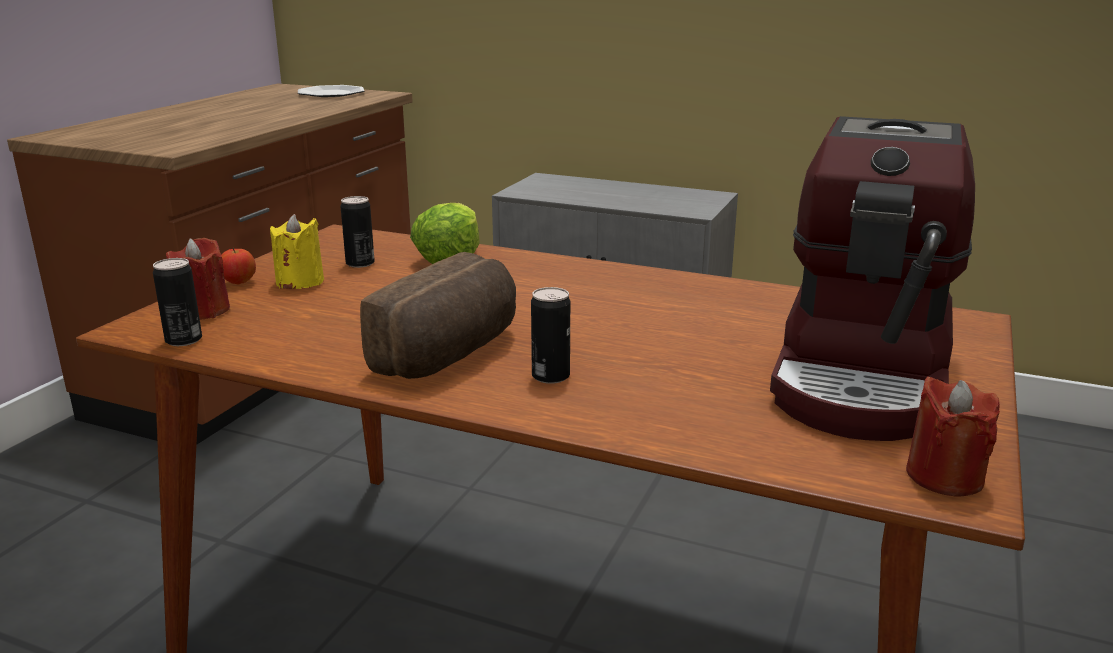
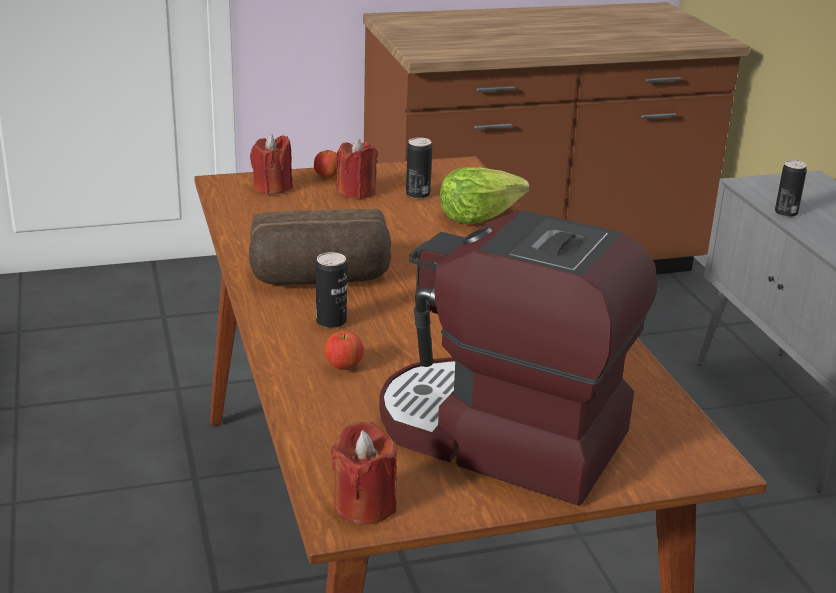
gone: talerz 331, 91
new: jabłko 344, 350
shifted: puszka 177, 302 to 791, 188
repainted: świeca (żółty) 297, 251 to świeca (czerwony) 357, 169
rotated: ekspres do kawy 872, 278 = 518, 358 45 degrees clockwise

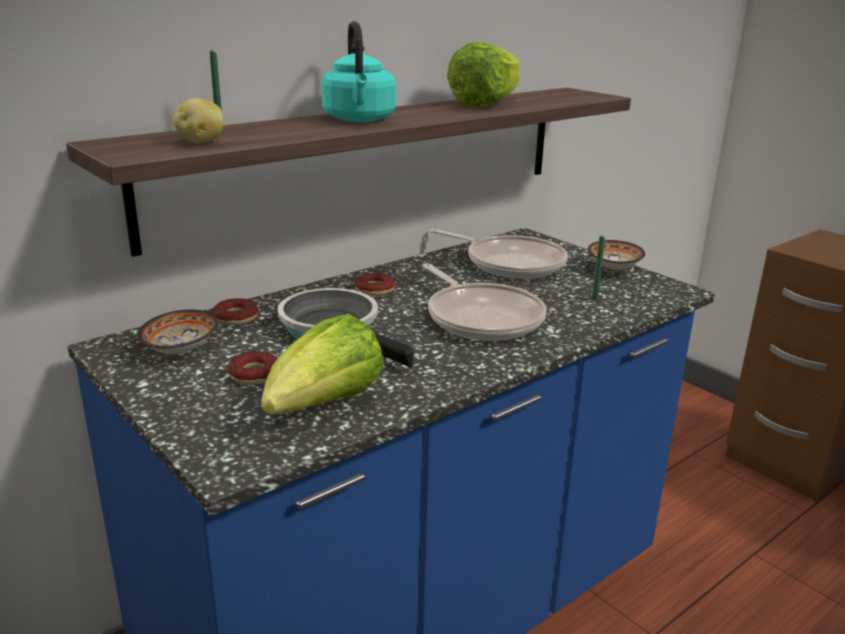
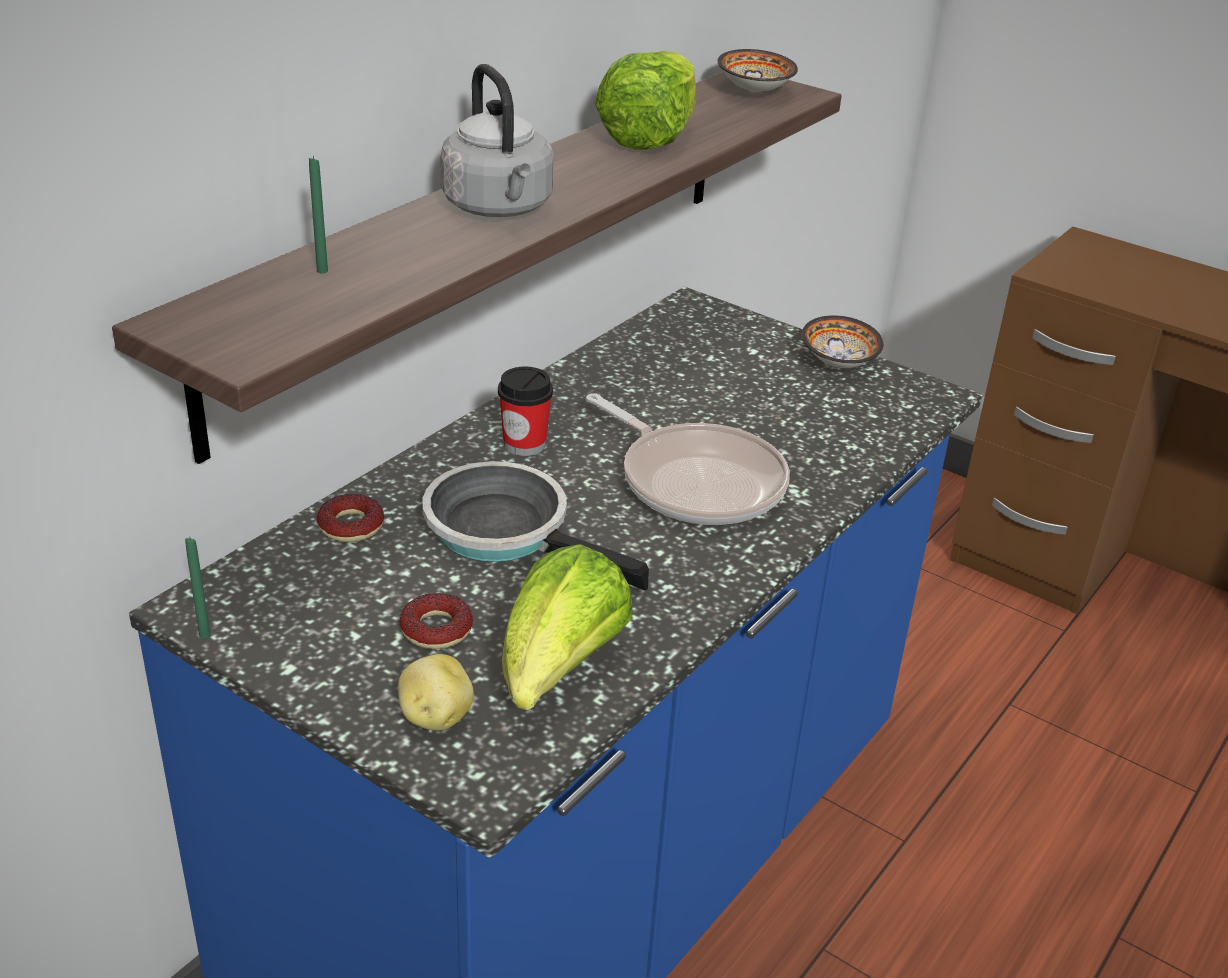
gone: patelnia 499, 253
shifted: miska 177, 331 to 757, 71; ziemniak 198, 120 to 436, 692; świeca (zielony) 598, 268 to 198, 588
swapped: donut 375, 284 to filiżanka 525, 411
repainted: czajnik (turkusowy) 358, 71 to czajnik (szary) 497, 140

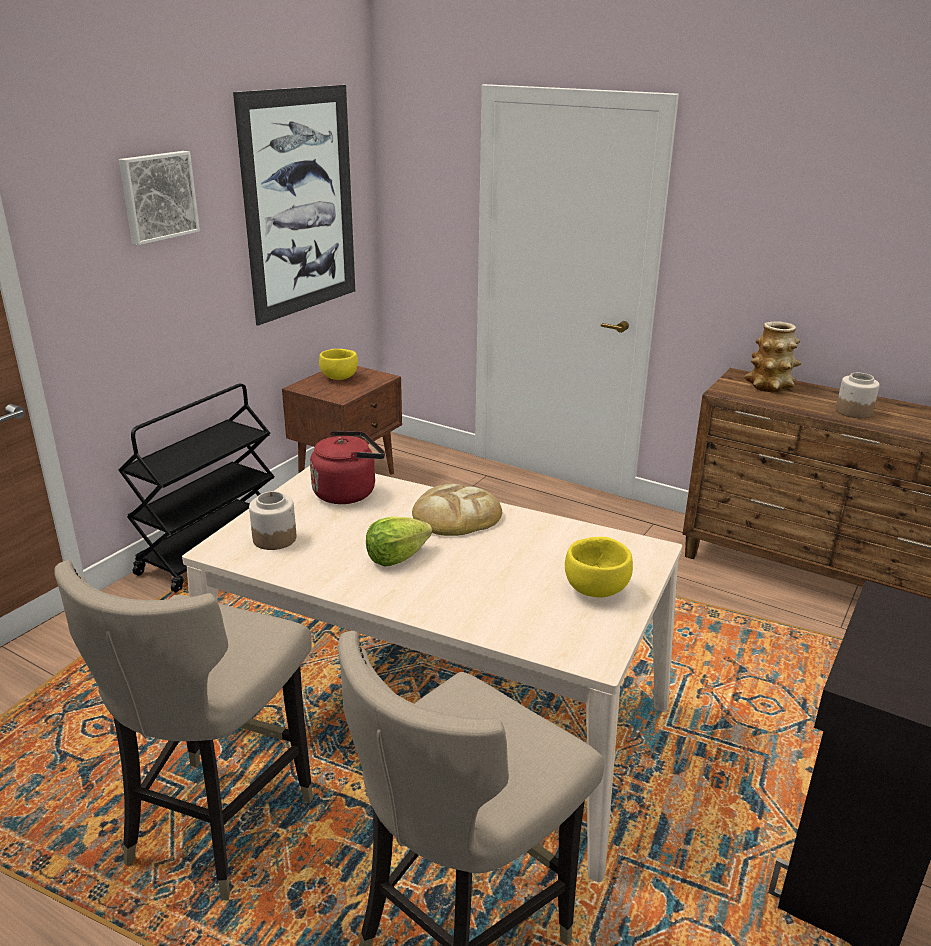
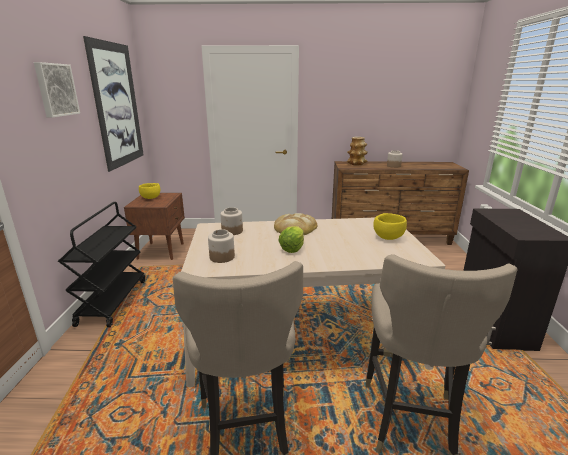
swapped: czajnik (czerwony) 347, 467 to słoik 231, 221

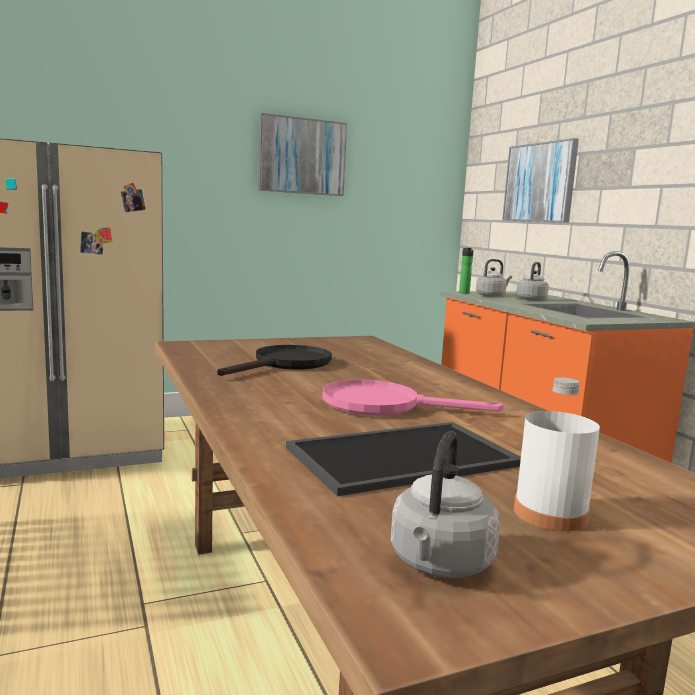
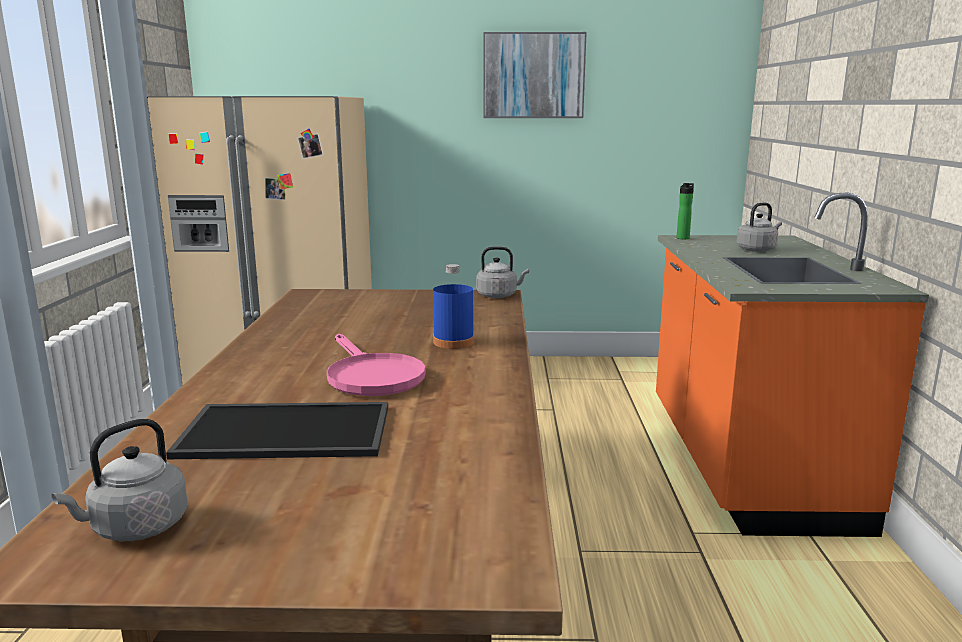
gone: patelnia (czarny) 274, 360; obraz 540, 180; butelka (biały) 557, 454
new: butelka (niebieski) 453, 306
shifted: czajnik (szary) 494, 278 to 502, 272
rotated: patelnia (różowy) 413, 397 = 376, 365 150 degrees counterclockwise

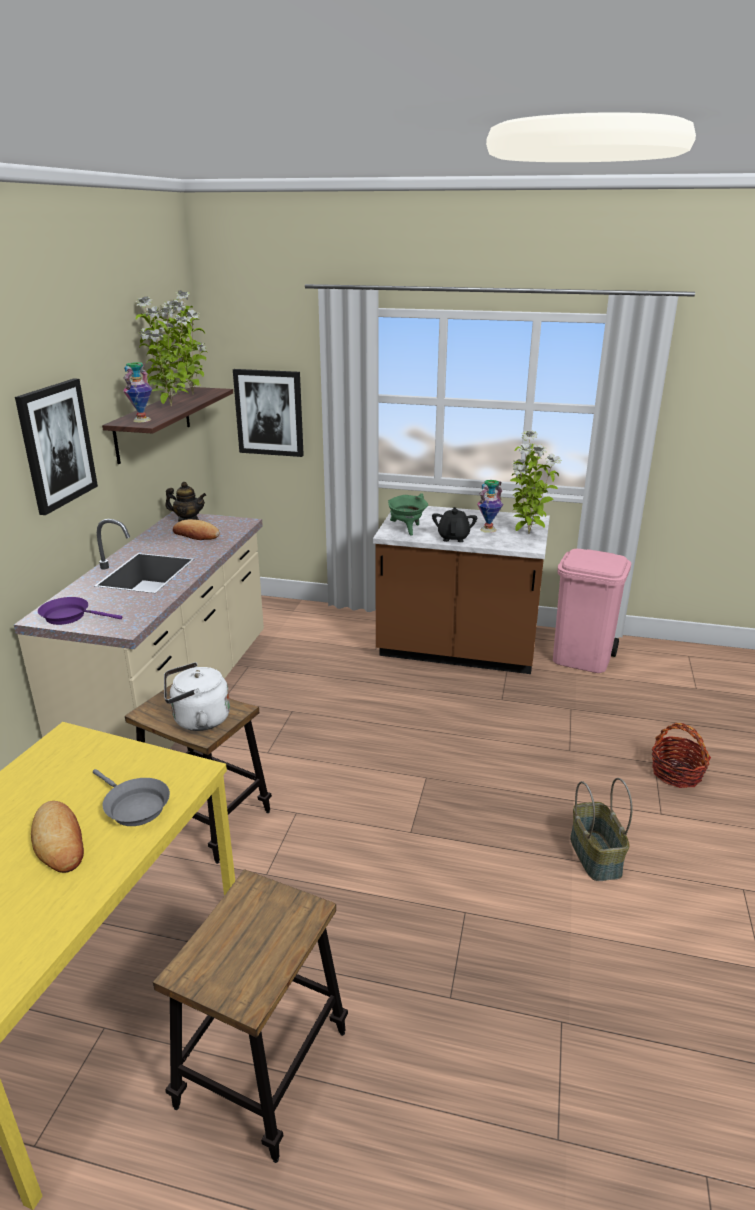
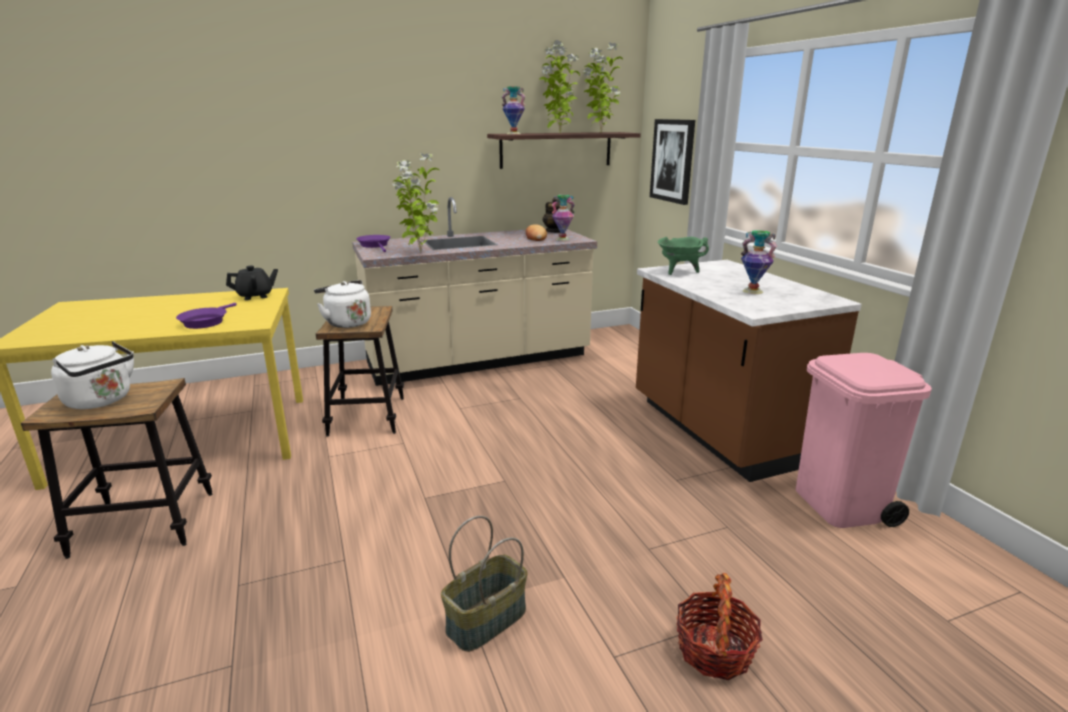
gone: obraz 56, 446; chleb 57, 837
new: czajnik (biały) 92, 375; wazon 563, 218
shifted: imbryk (czarny) 454, 524 to 252, 283; roślina doniczkowa 536, 481 to 415, 202
repainted: patelnia (szary) 131, 797 to patelnia (fioletowy) 206, 316

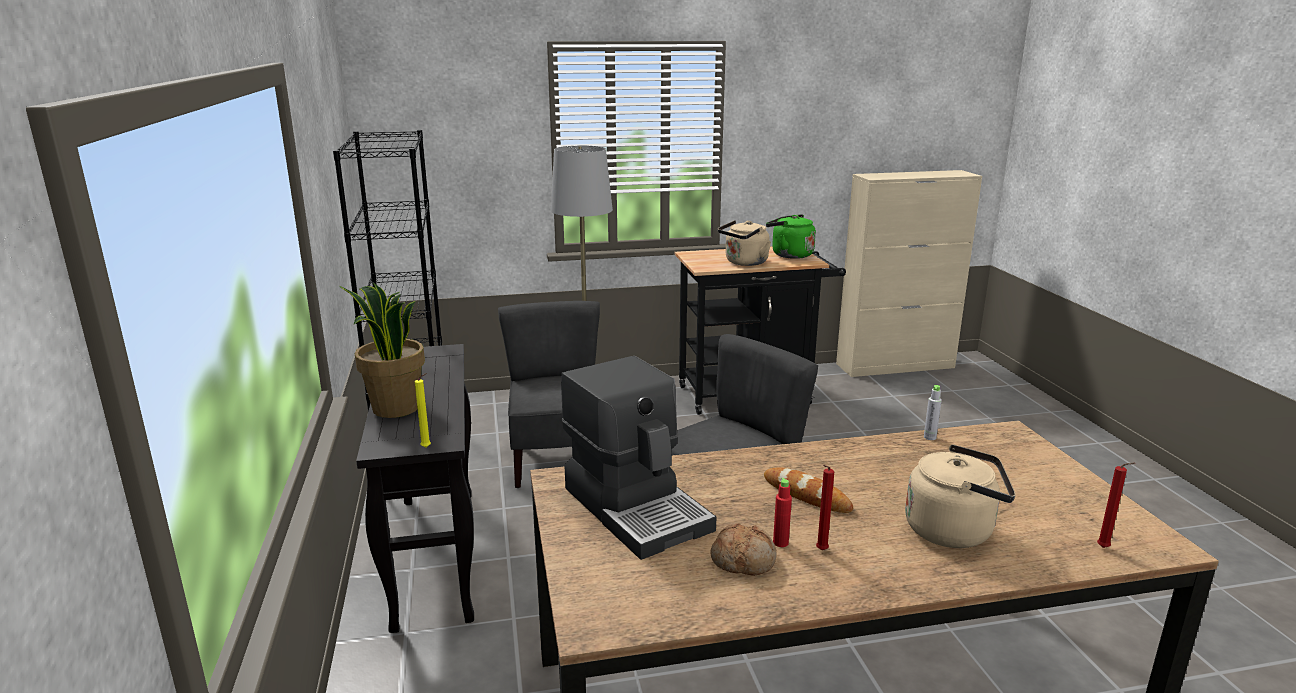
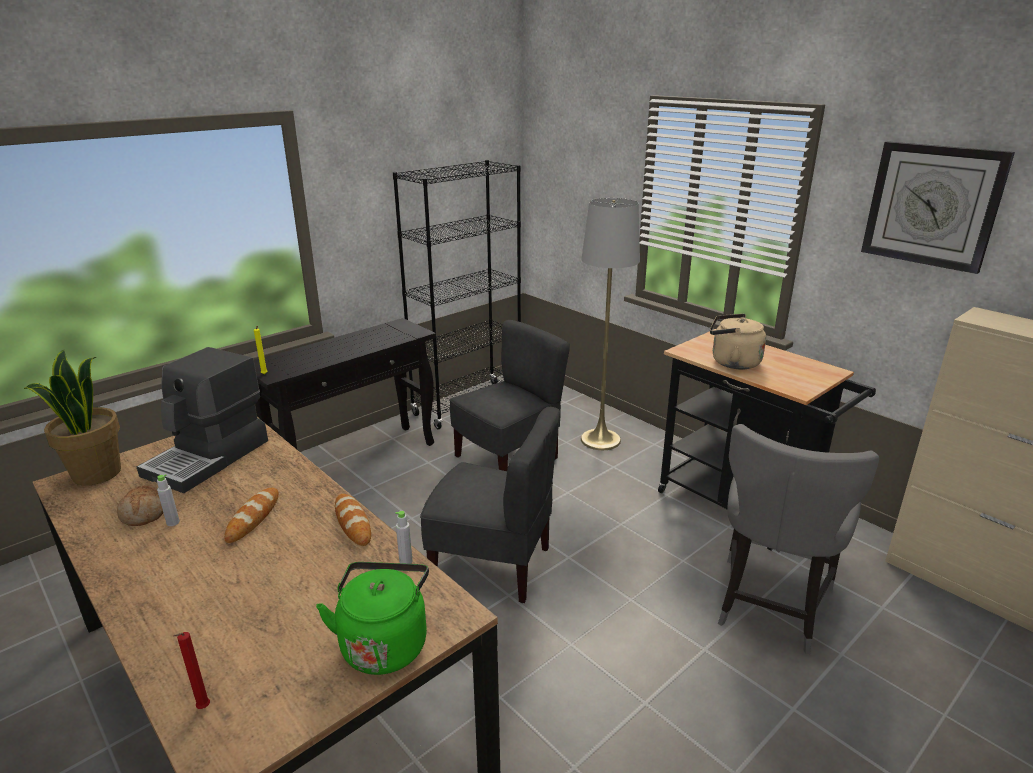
gone: świeca (czerwony) 825, 507; czajnik (beżowy) 960, 496
new: chleb 353, 520; krzesło (szary) 798, 539; zegar ścienny 938, 207
shifted: roślina doniczkowa 382, 350 to 72, 417; czajnik (zielony) 791, 236 to 372, 618
repainted: butelka (czerwony) 782, 512 to butelka (szary) 168, 500

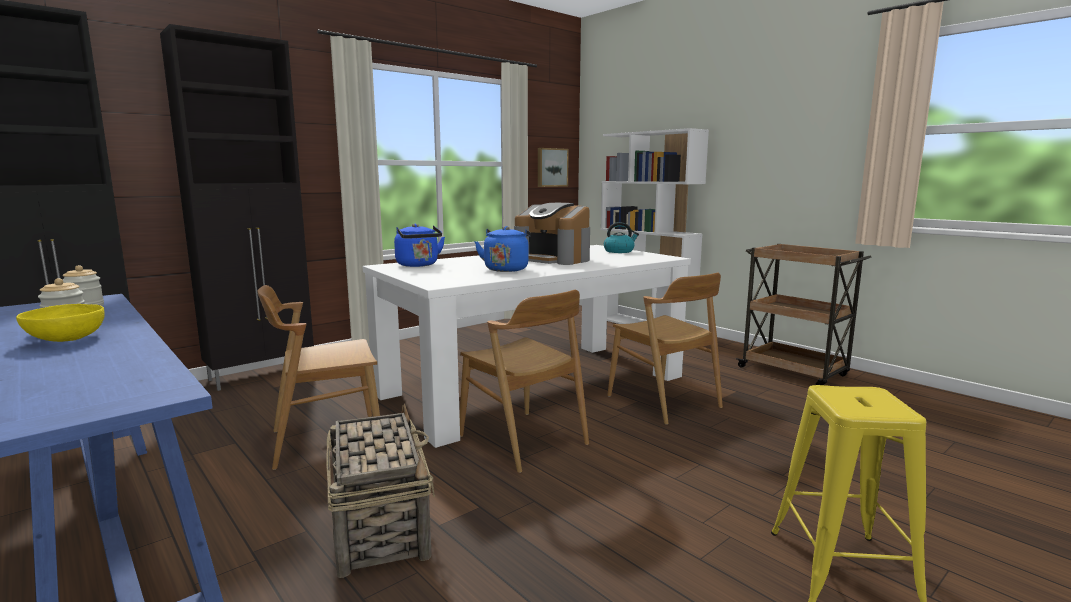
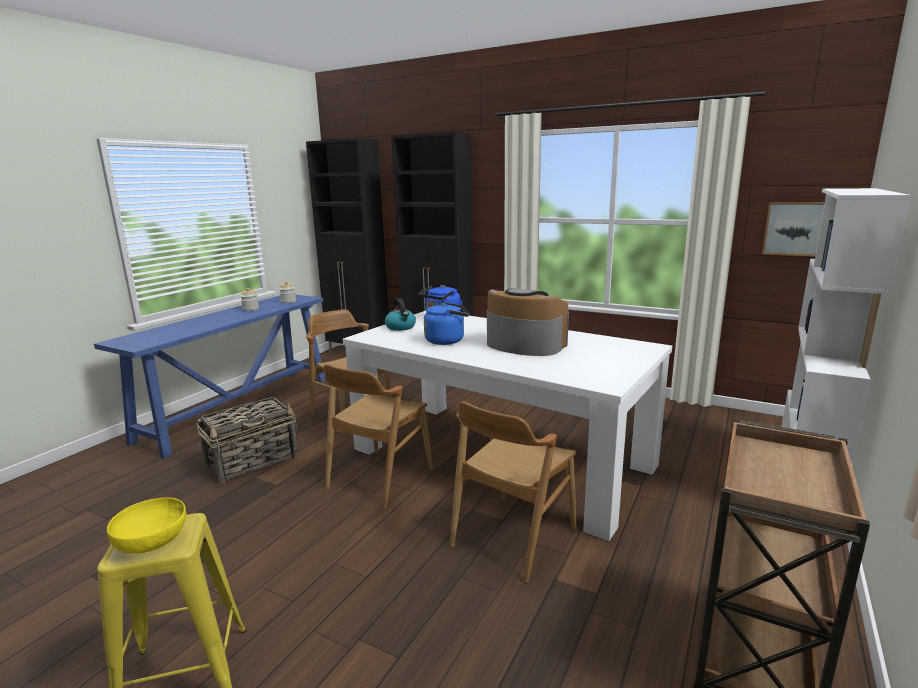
shifted: miska (żółty) 60, 323 to 146, 526; czajnik 621, 237 to 400, 314
rotated: ekspres do kawy 552, 234 = 528, 322 105 degrees clockwise

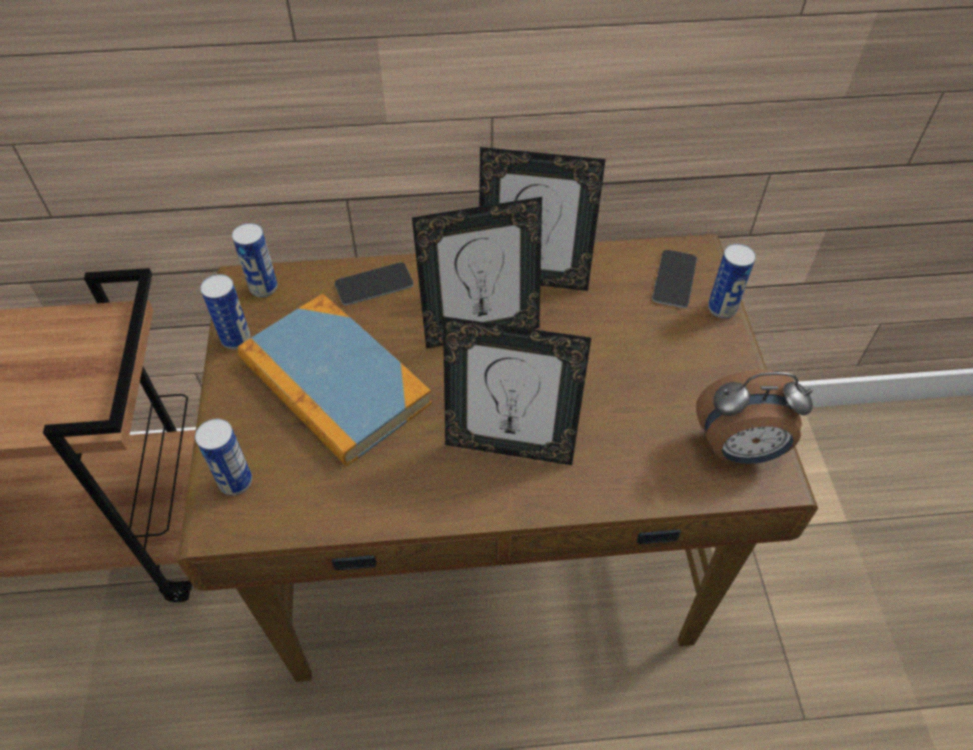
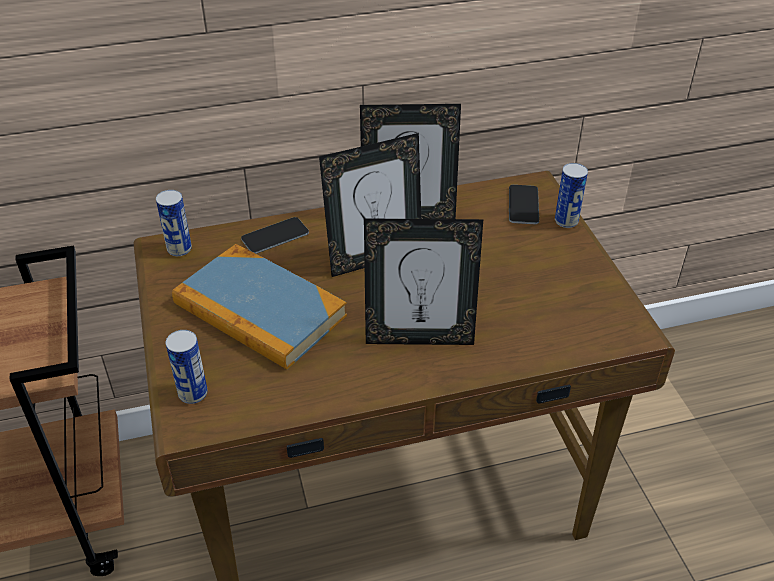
gone: puszka 225, 312; budzik 754, 417

